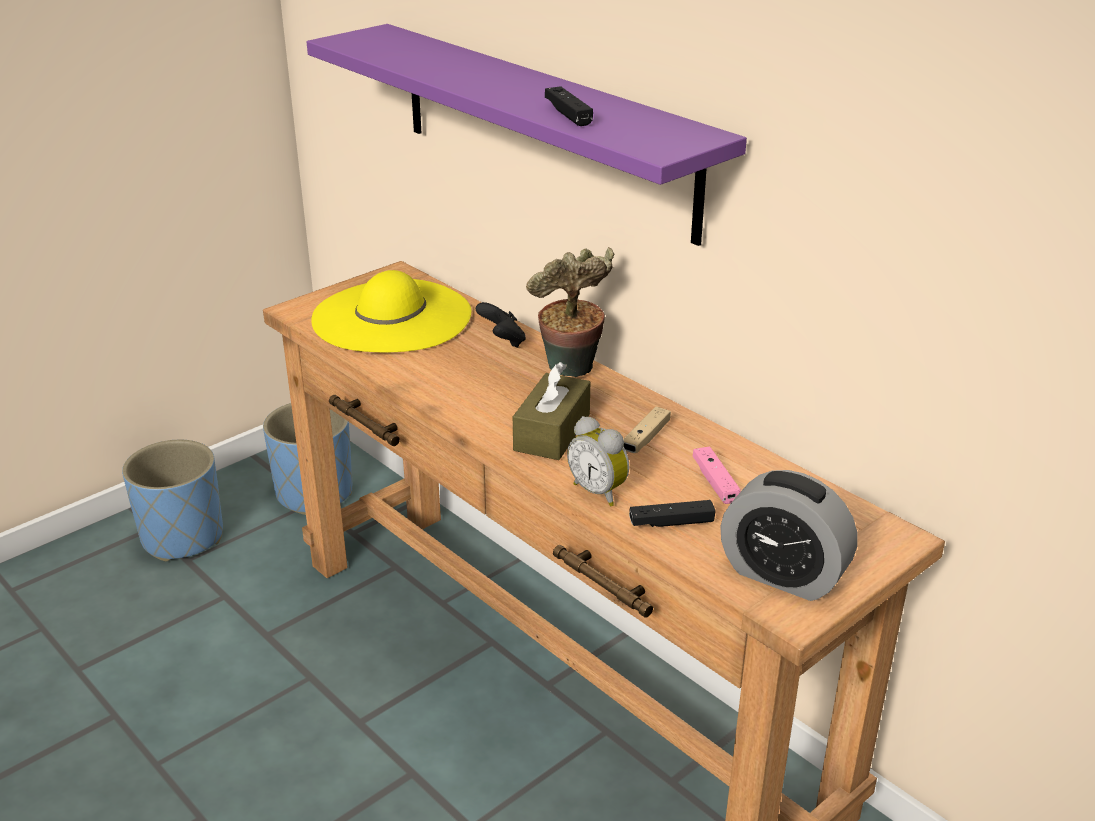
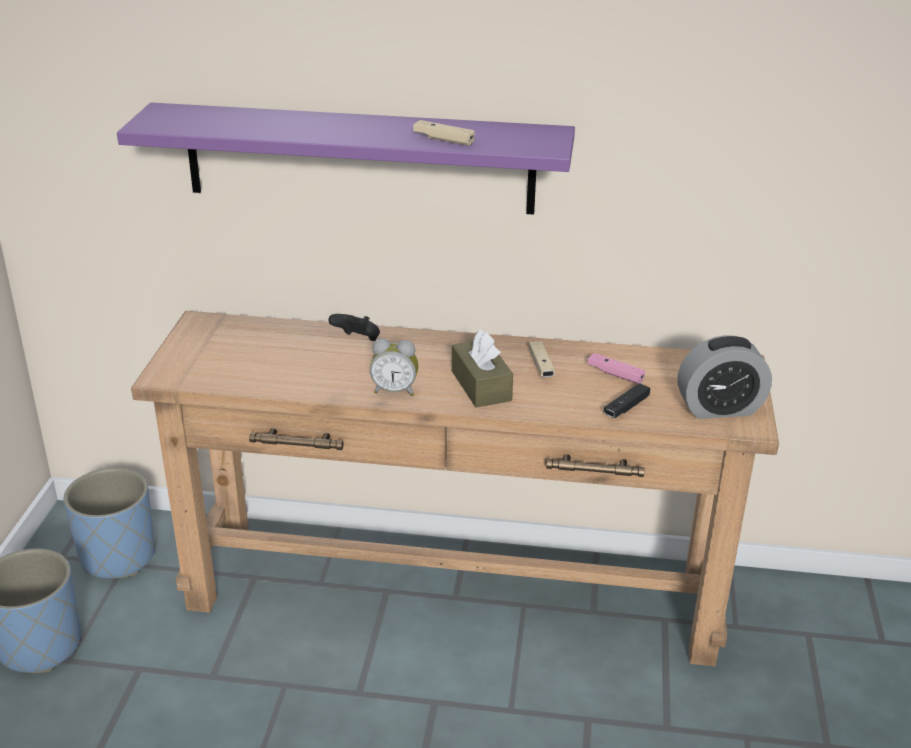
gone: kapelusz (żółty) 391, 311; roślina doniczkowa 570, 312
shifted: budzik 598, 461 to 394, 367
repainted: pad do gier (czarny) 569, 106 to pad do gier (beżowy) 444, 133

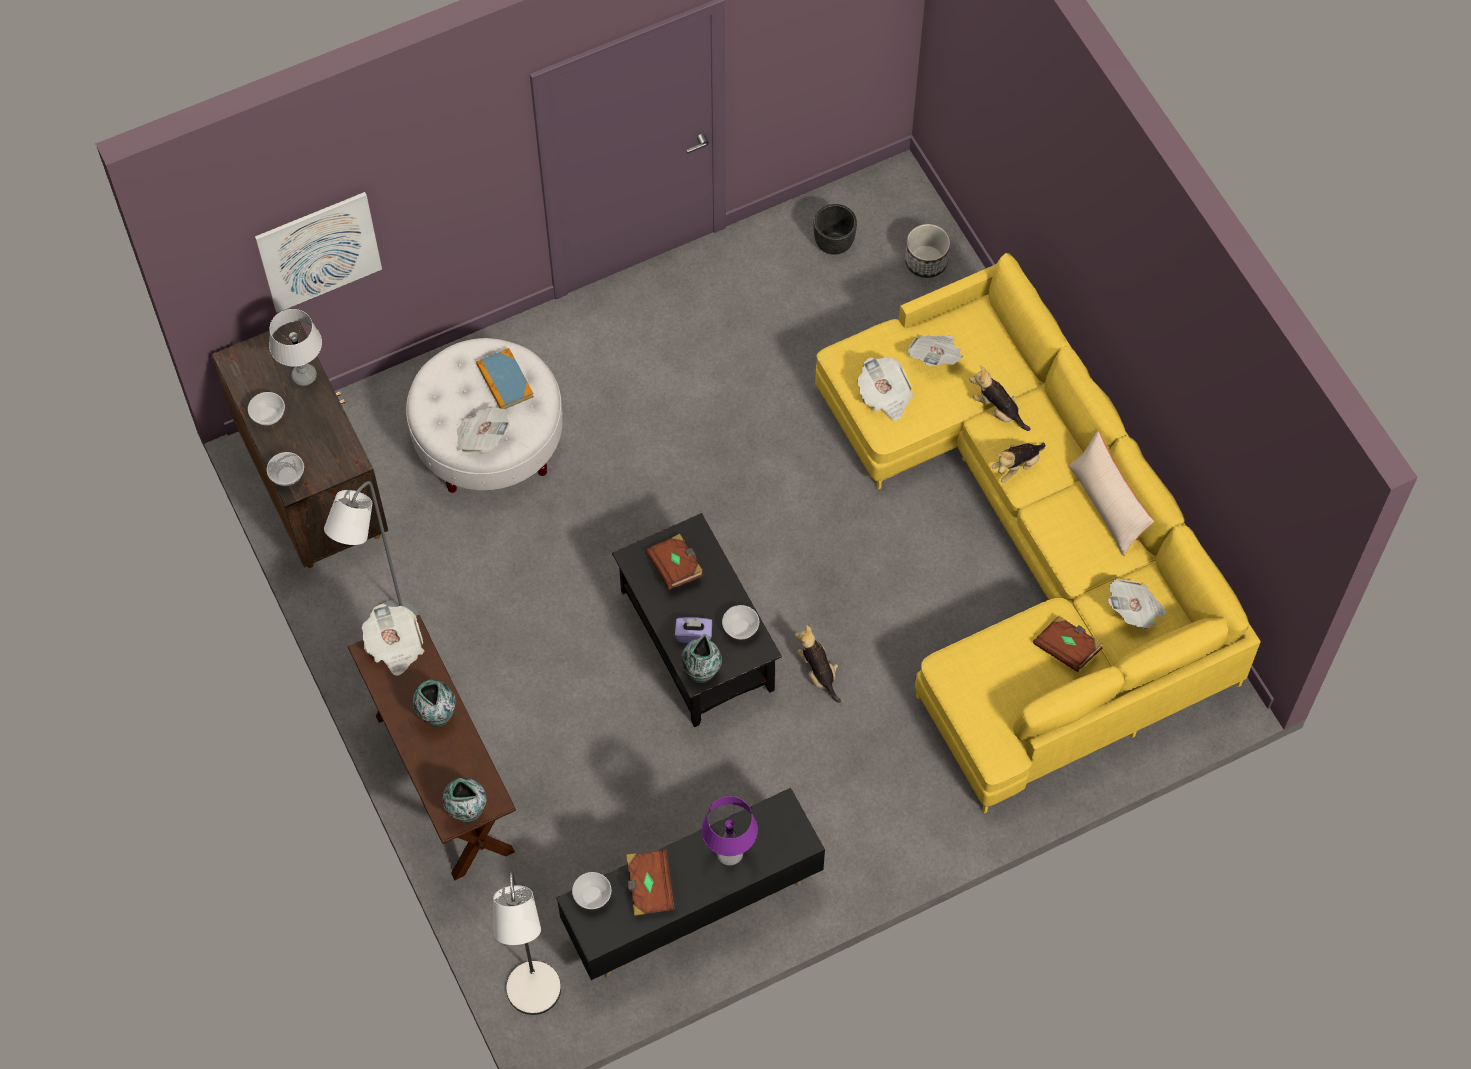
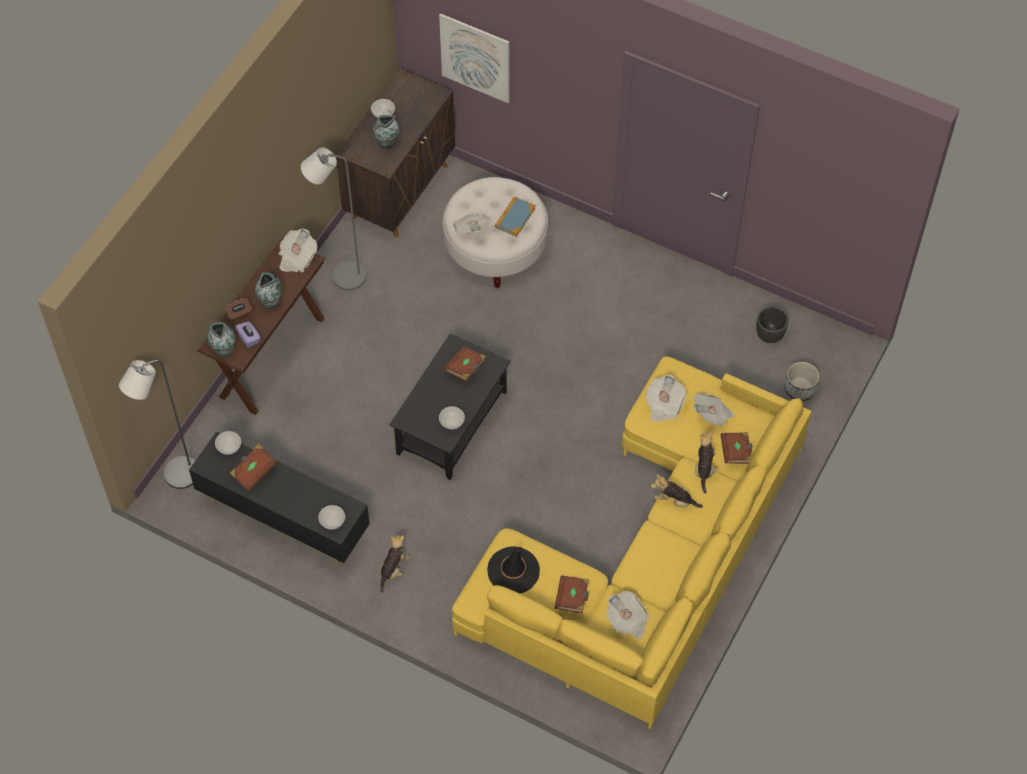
gone: lampa stołowa (szary) 295, 347; lampa stołowa (fioletowy) 730, 831; poduszka (beżowy) 1111, 493
new: pudełko chusteczek (brązowy) 238, 310; kapelusz (czarny) 513, 570; książka (brązowy) 736, 448
shifted: miska 285, 469 to 331, 517; pudełko chusteczek (fioletowy) 693, 630 to 248, 334; wazon 701, 658 to 385, 132; pluszak 818, 664 to 394, 564

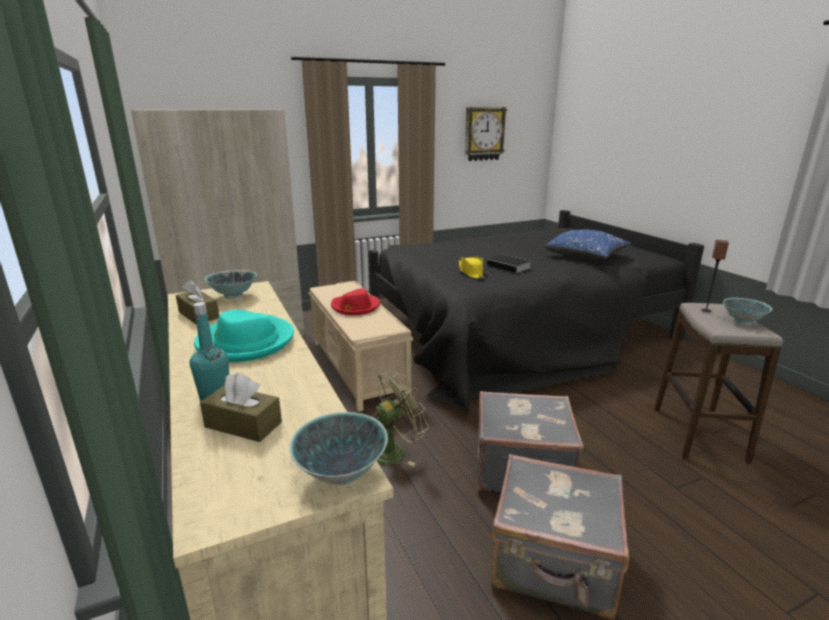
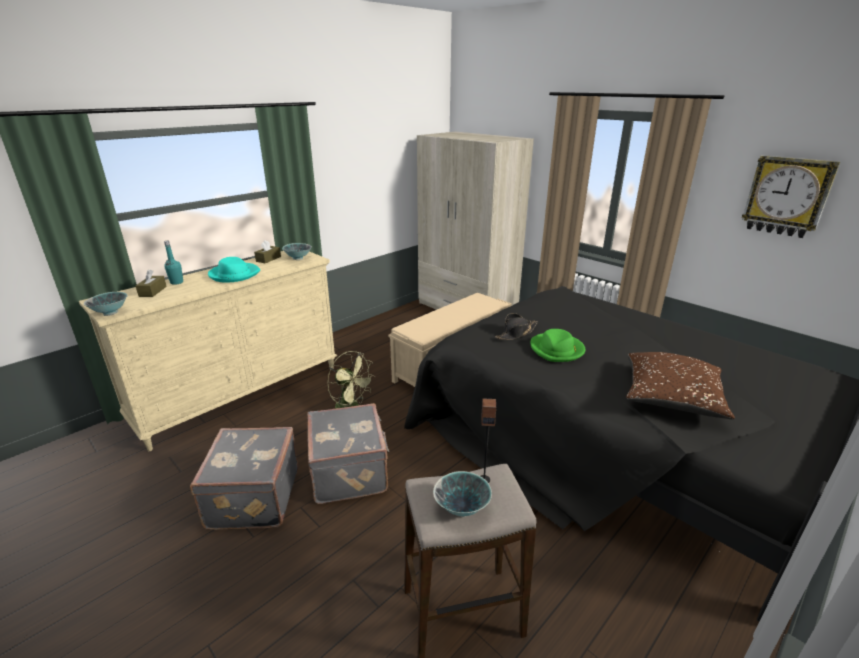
gone: kapelusz (czerwony) 355, 301
swapped: książka 509, 263 to kapelusz (zielony) 557, 345
repainted: kapelusz (żółty) 471, 267 to kapelusz (czarny) 516, 326; poduszka (niebieski) 587, 245 to poduszka (brązowy) 680, 385

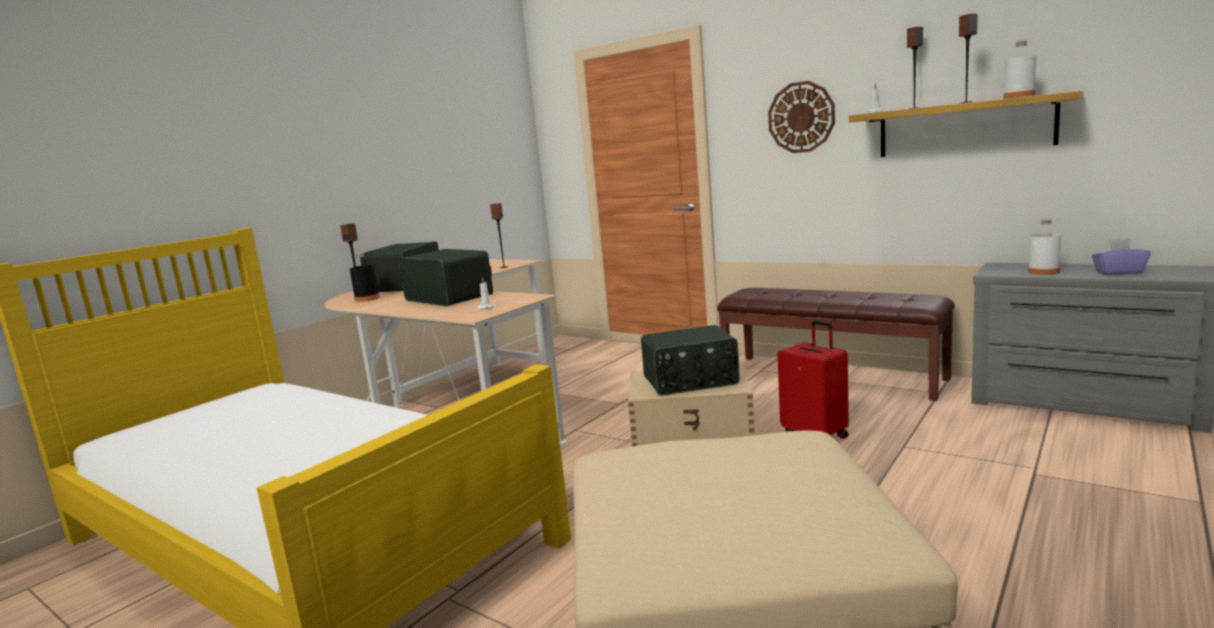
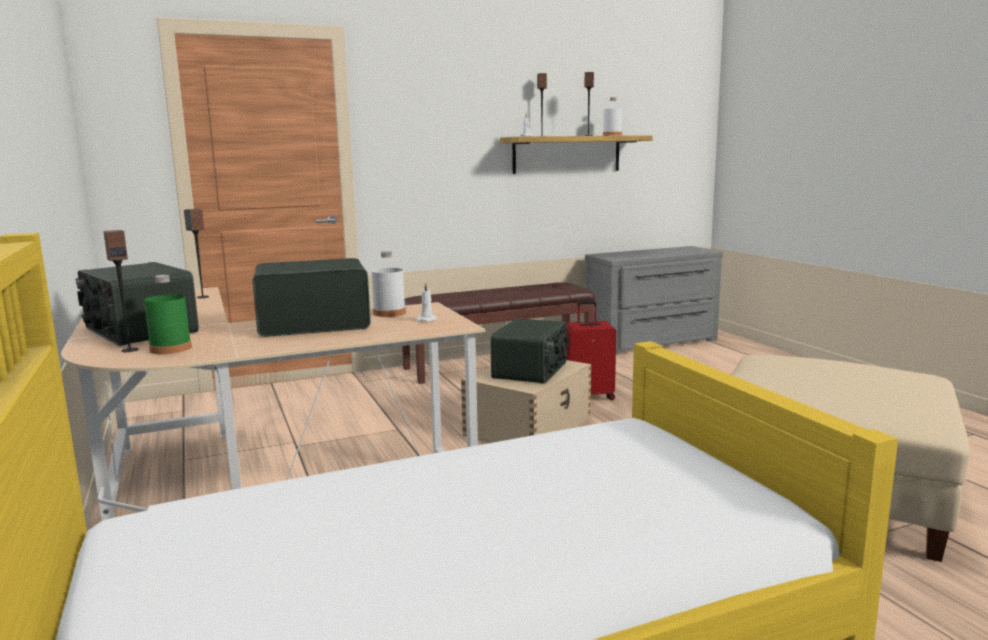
gone: zegar ścienny 801, 117; pudełko chusteczek (fioletowy) 1121, 257
shifted: butelka (biały) 1044, 246 to 388, 284
repainted: butelka (czarny) 365, 277 to butelka (zielony) 168, 314

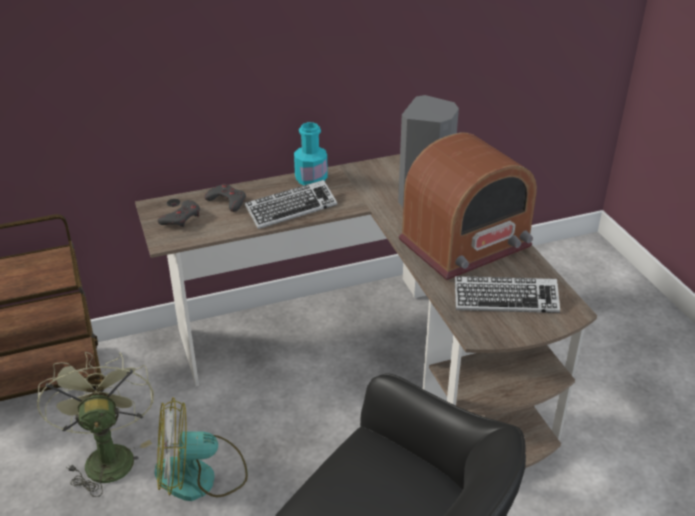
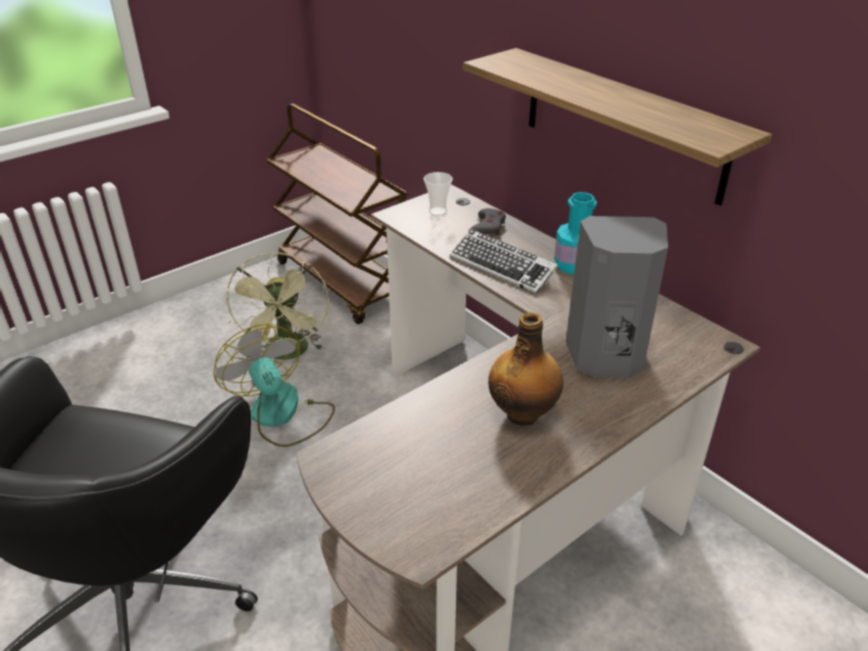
gone: klawiatura 507, 294
new: półka 617, 127
swapped: pad do gier (szary) 179, 213 to filiżanka 438, 194; radio 467, 206 to butelka 525, 369
rotated: wentylator (zielony) 95, 424 = 277, 306 120 degrees clockwise

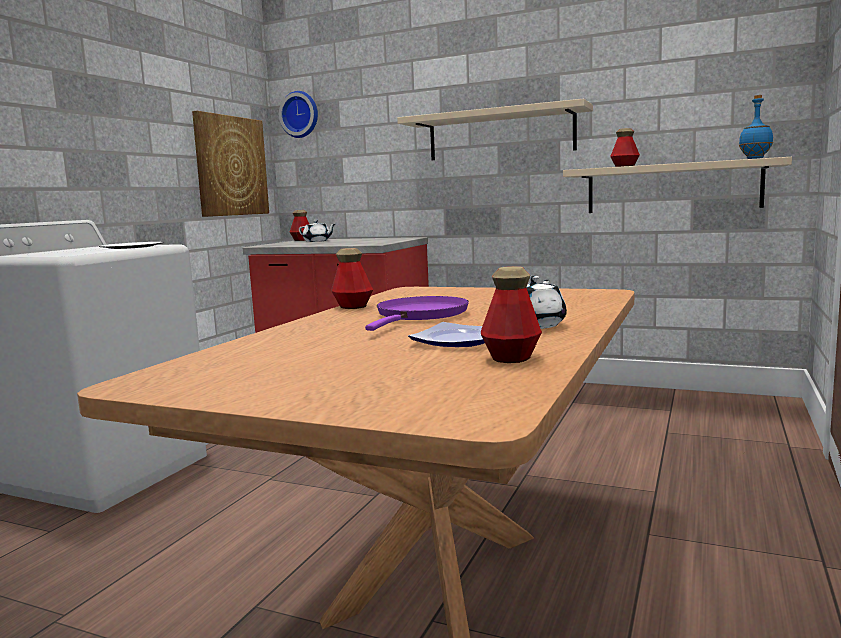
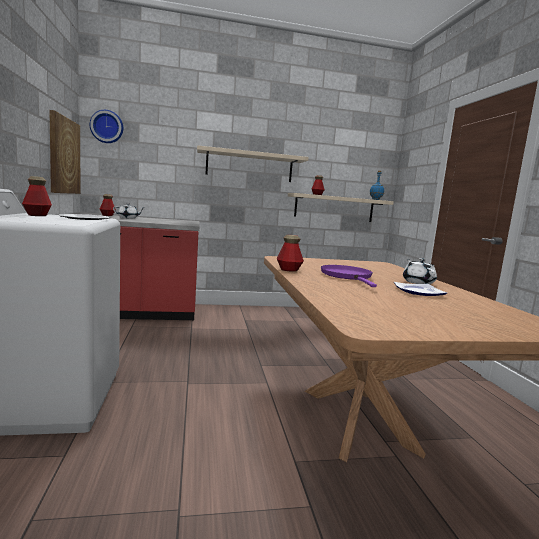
shifted: butelka 511, 314 to 37, 196

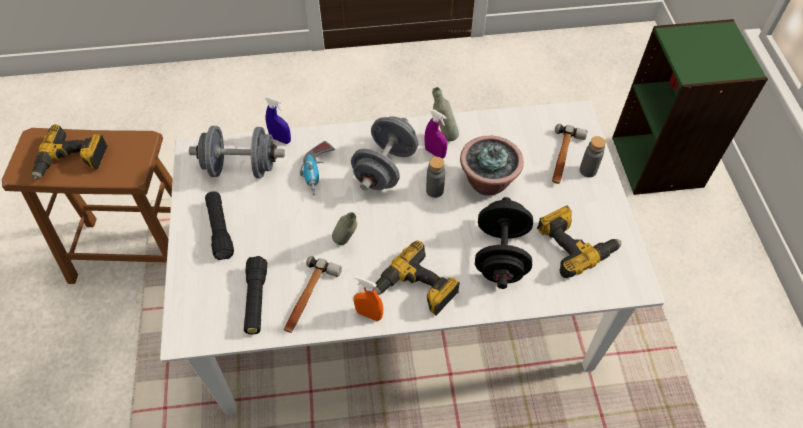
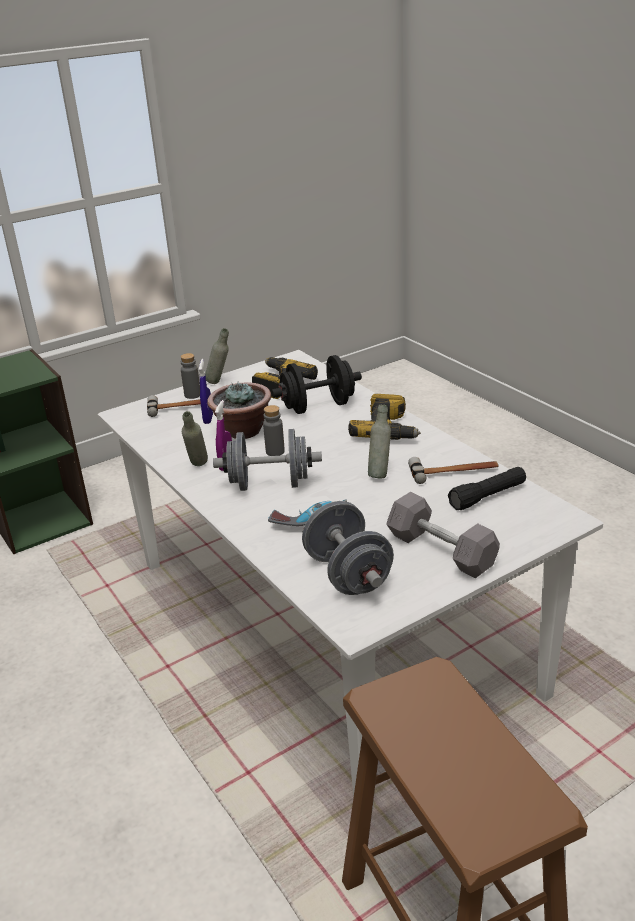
gone: wiertarka 70, 152; spryskiwacz (pomarańczowy) 368, 298
new: butelka (szary) 217, 356
shifted: spryskiwacz (niebieski) 277, 120 to 206, 391
swapped: latarka (czarny) 219, 225 to hantel (szary) 443, 535

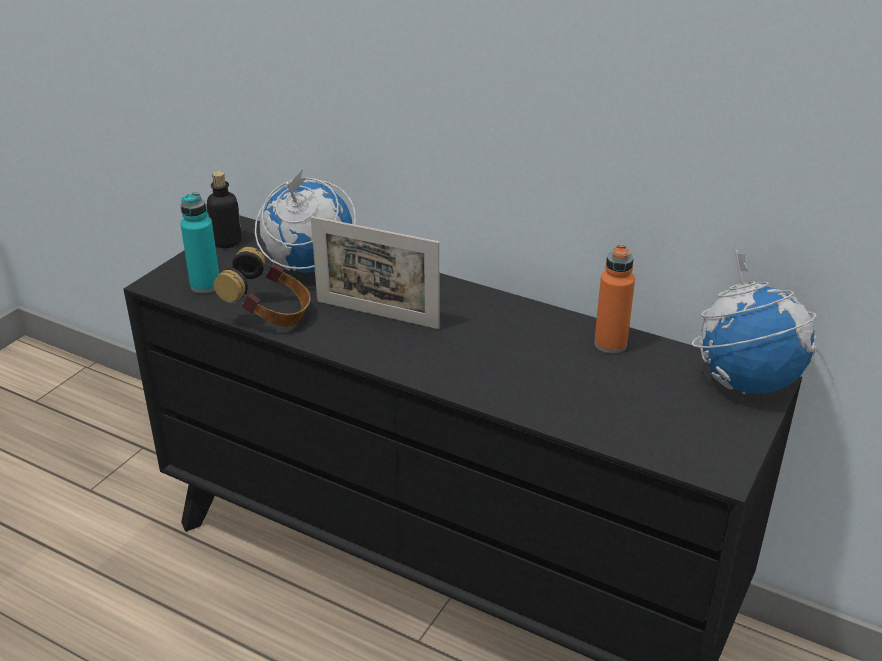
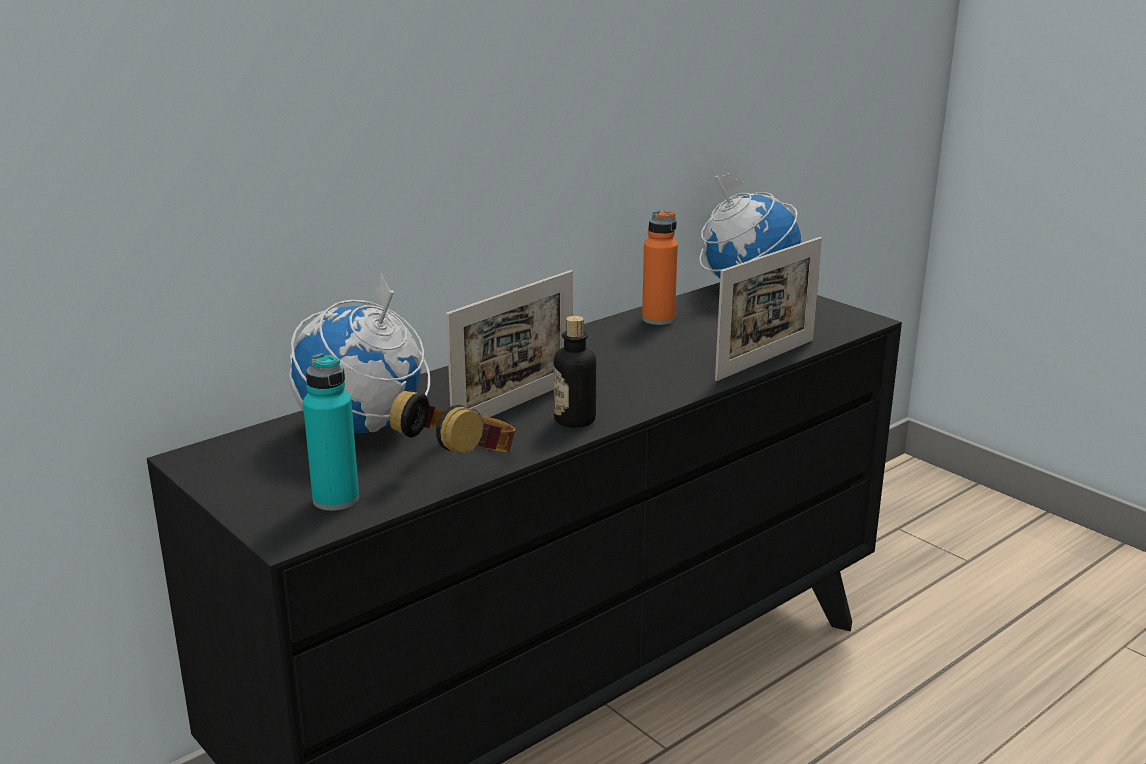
new: ramka na zdjęcie 768, 309
shifted: butelka 224, 209 to 575, 372

